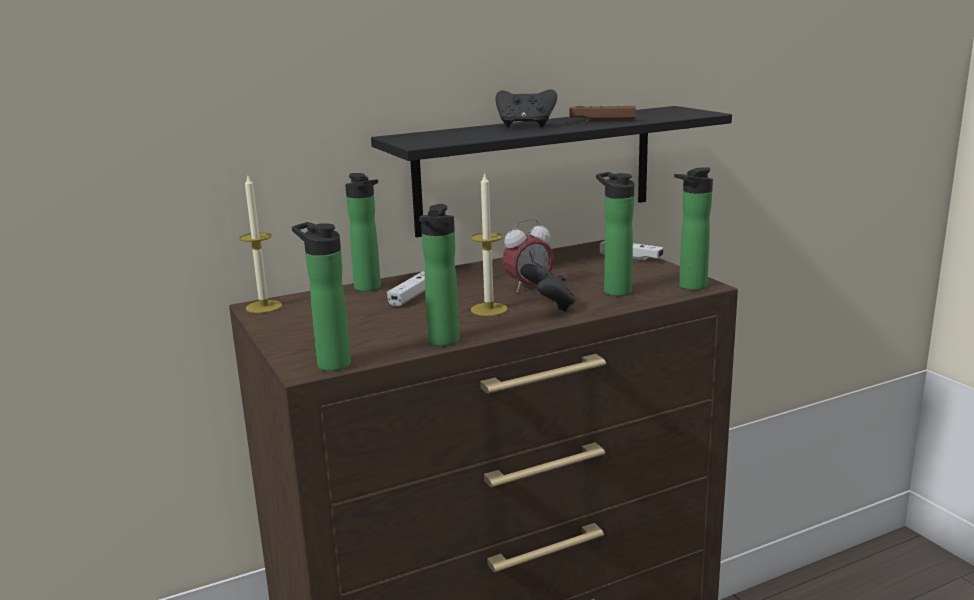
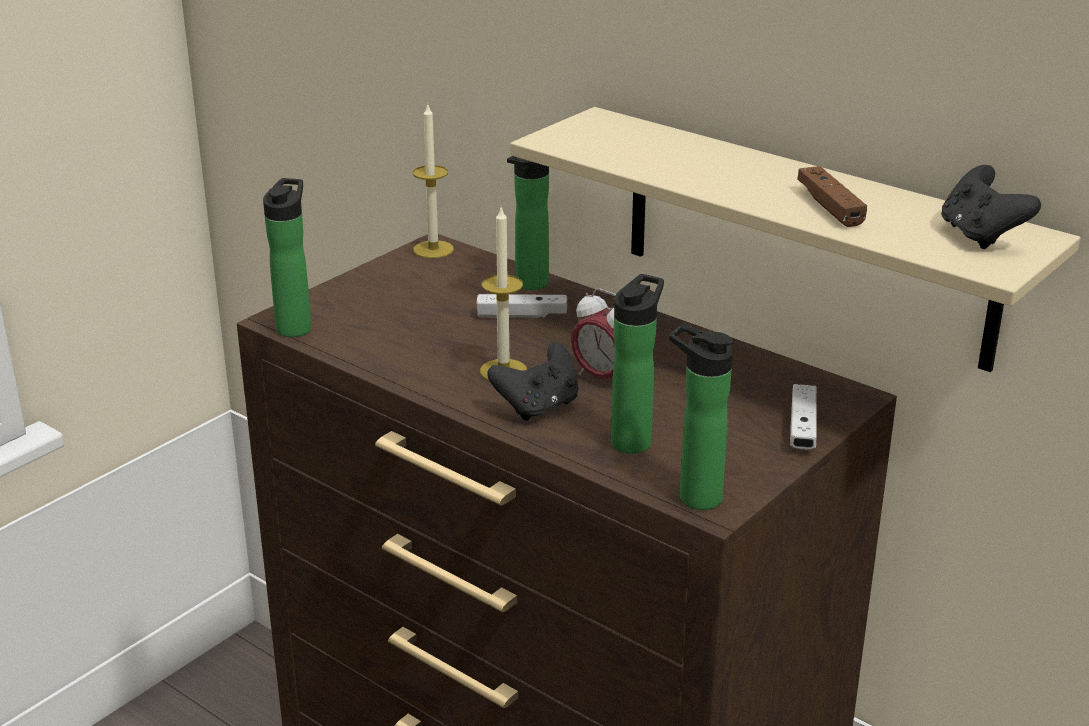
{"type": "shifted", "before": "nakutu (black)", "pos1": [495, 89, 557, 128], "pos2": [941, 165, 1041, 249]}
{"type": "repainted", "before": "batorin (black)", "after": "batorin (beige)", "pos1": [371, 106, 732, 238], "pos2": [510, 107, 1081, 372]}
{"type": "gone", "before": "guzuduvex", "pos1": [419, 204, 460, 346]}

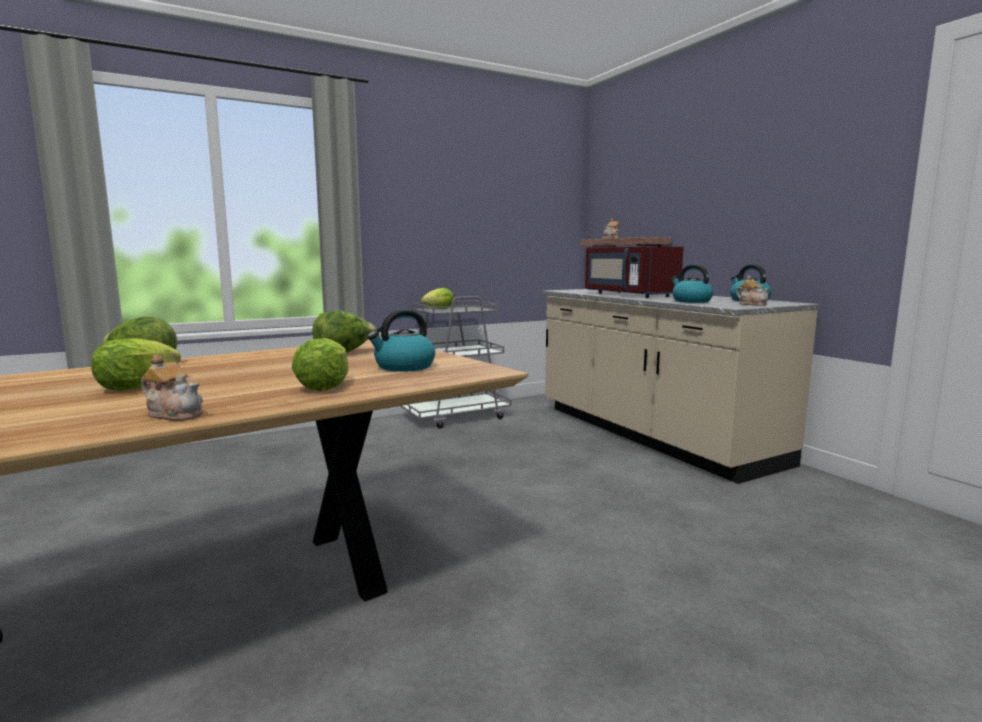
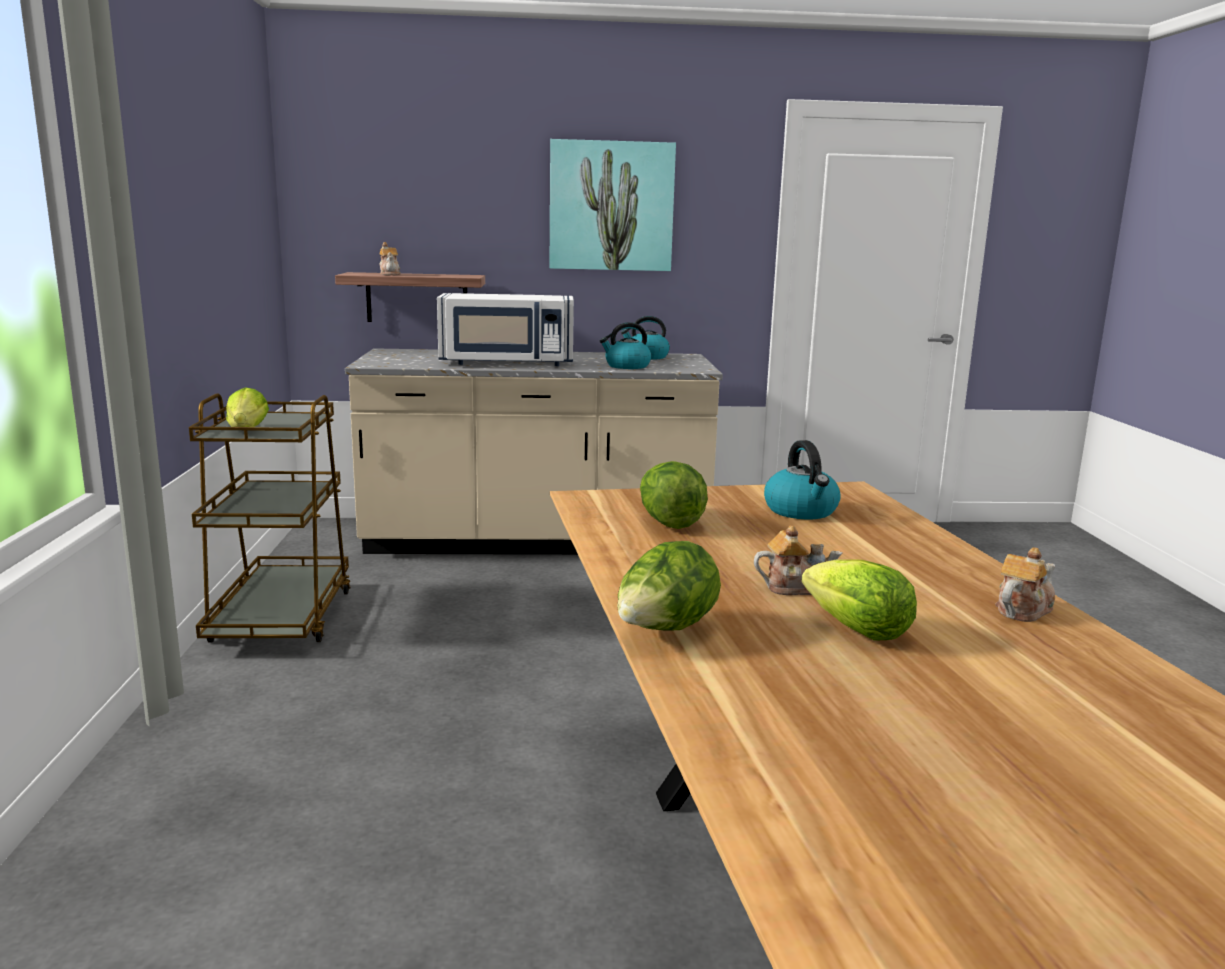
{"type": "repainted", "before": "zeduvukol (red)", "after": "zeduvukol (white)", "pos1": [585, 246, 684, 298], "pos2": [437, 293, 574, 366]}
{"type": "shifted", "before": "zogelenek", "pos1": [736, 275, 770, 306], "pos2": [754, 525, 843, 595]}
{"type": "repainted", "before": "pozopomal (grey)", "after": "pozopomal (brown)", "pos1": [401, 293, 512, 429], "pos2": [189, 393, 351, 643]}
{"type": "gone", "before": "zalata", "pos1": [292, 338, 349, 391]}
{"type": "new", "after": "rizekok", "pos2": [549, 139, 676, 271]}

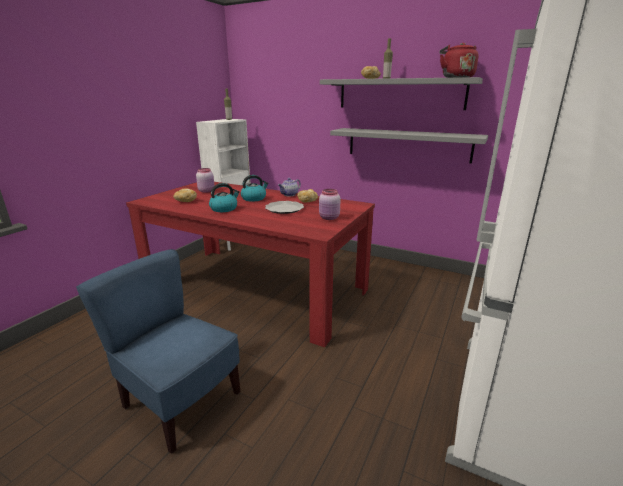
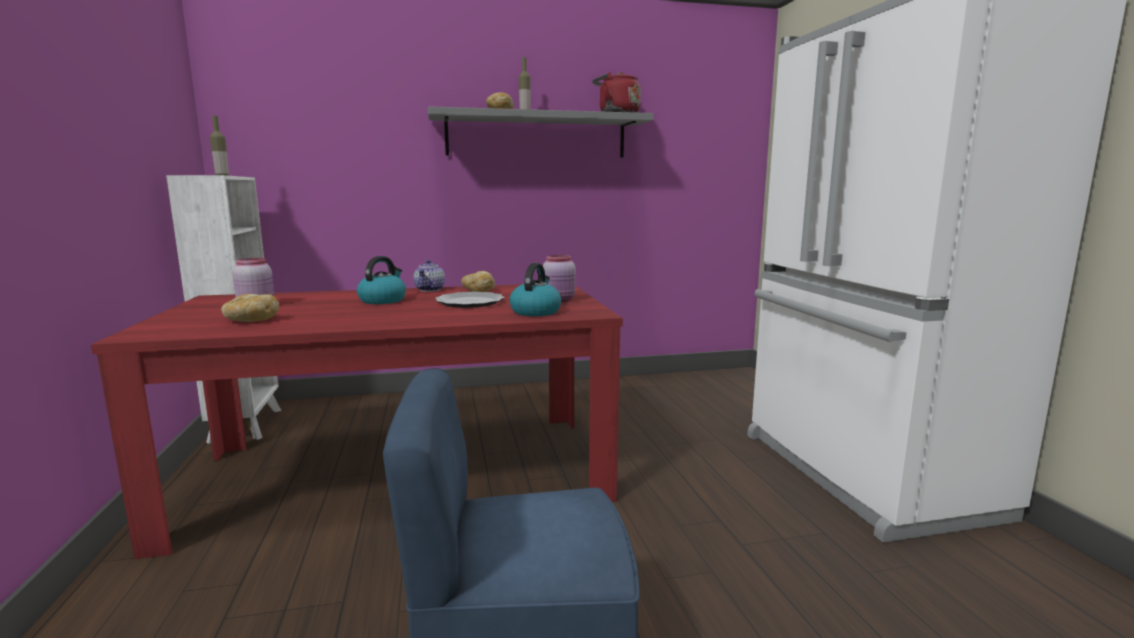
{"type": "gone", "before": "batorin (grey)", "pos1": [330, 128, 488, 163]}
{"type": "shifted", "before": "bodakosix", "pos1": [209, 183, 240, 212], "pos2": [510, 263, 561, 316]}

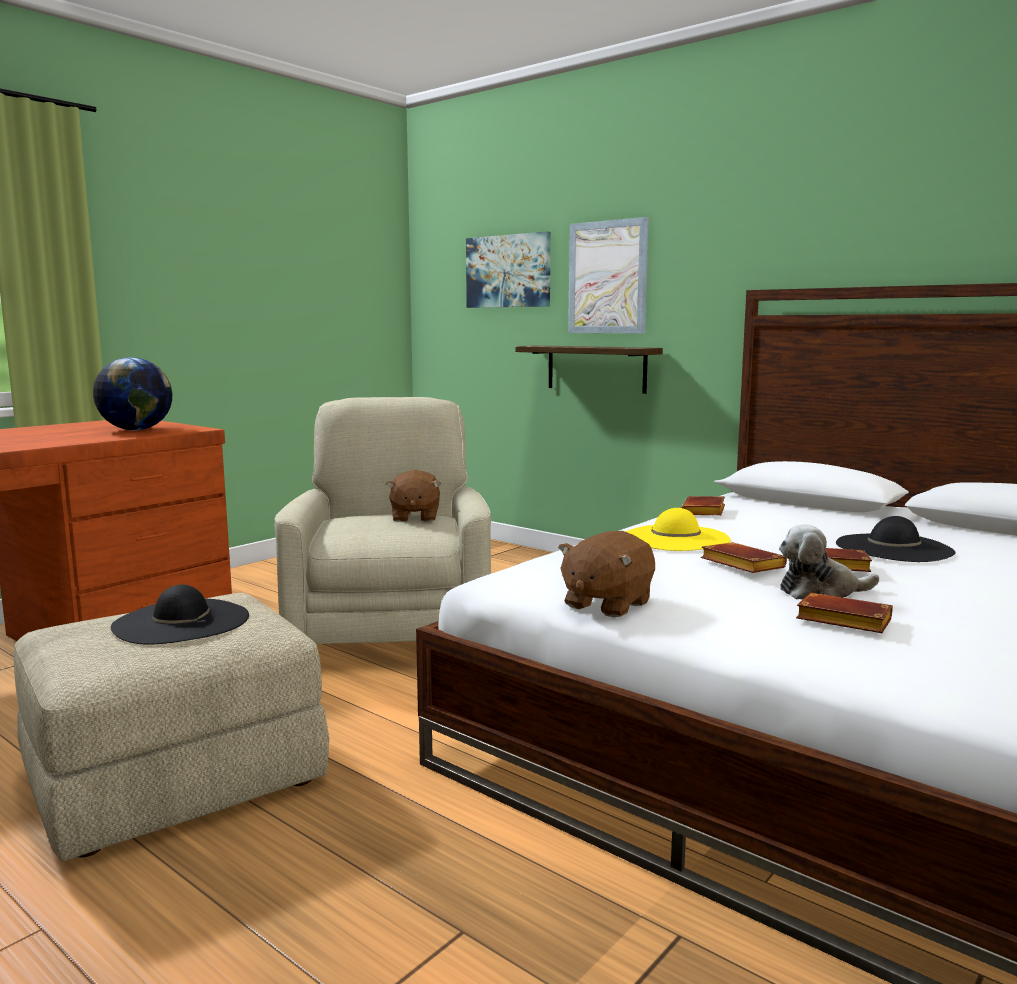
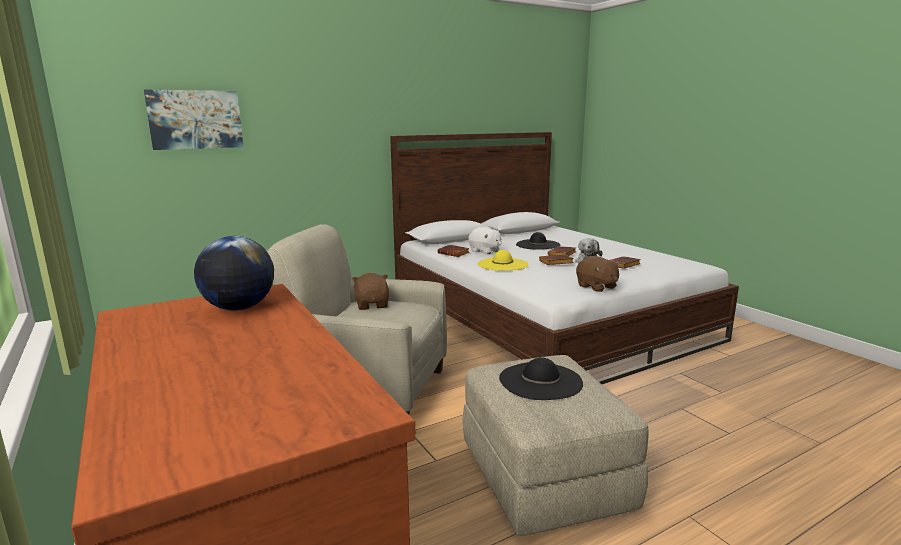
{"type": "gone", "before": "rizekok", "pos1": [568, 217, 649, 333]}
{"type": "gone", "before": "batorin", "pos1": [515, 345, 663, 394]}
{"type": "rotated", "before": "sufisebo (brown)", "pos1": [386, 470, 441, 522], "pos2": [351, 273, 389, 310], "turn": -120}
{"type": "new", "after": "sufisebo (white)", "pos2": [468, 227, 502, 254]}

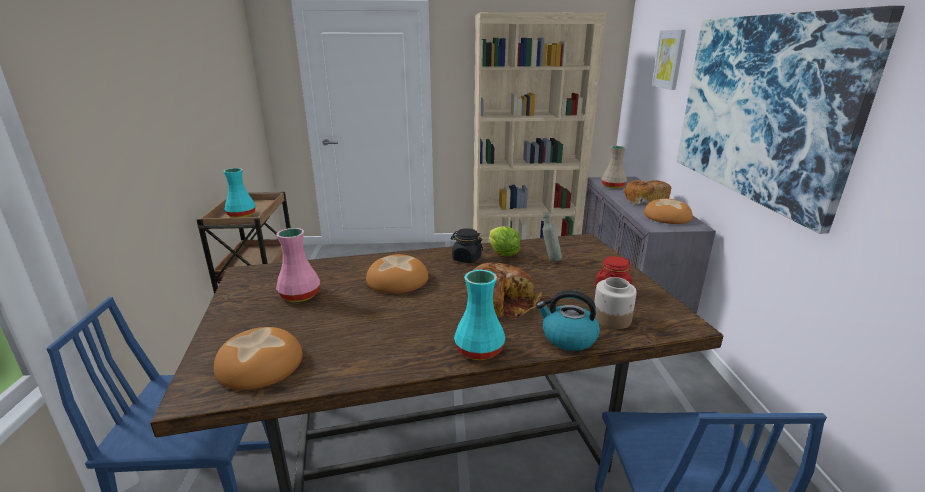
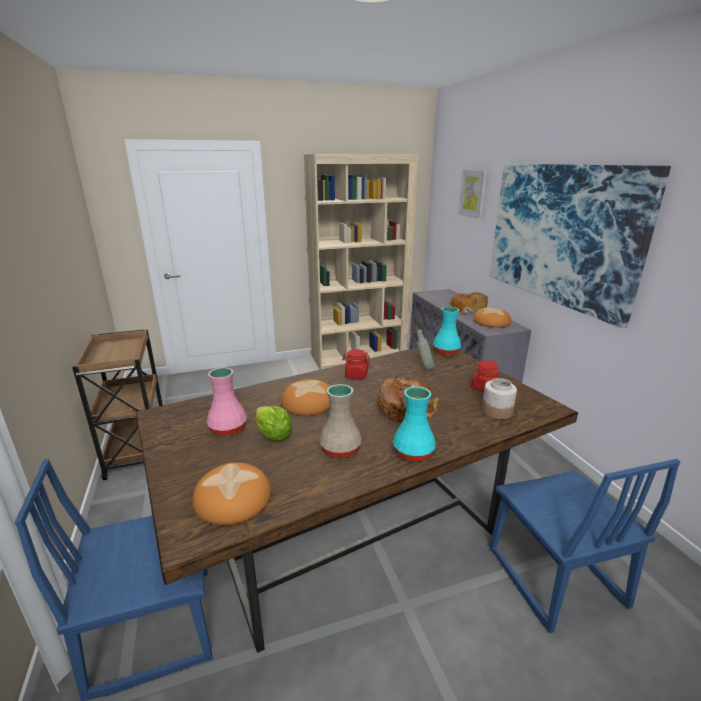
{"type": "shifted", "before": "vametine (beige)", "pos1": [601, 146, 627, 188], "pos2": [319, 384, 362, 459]}
{"type": "shifted", "before": "vametine (turquoise)", "pos1": [223, 168, 256, 218], "pos2": [433, 307, 461, 356]}
{"type": "shifted", "before": "zalata", "pos1": [489, 226, 520, 256], "pos2": [256, 406, 292, 441]}
{"type": "repainted", "before": "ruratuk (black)", "after": "ruratuk (red)", "pos1": [451, 228, 483, 263], "pos2": [342, 349, 371, 379]}
{"type": "gone", "before": "bodakosix", "pos1": [536, 290, 600, 351]}

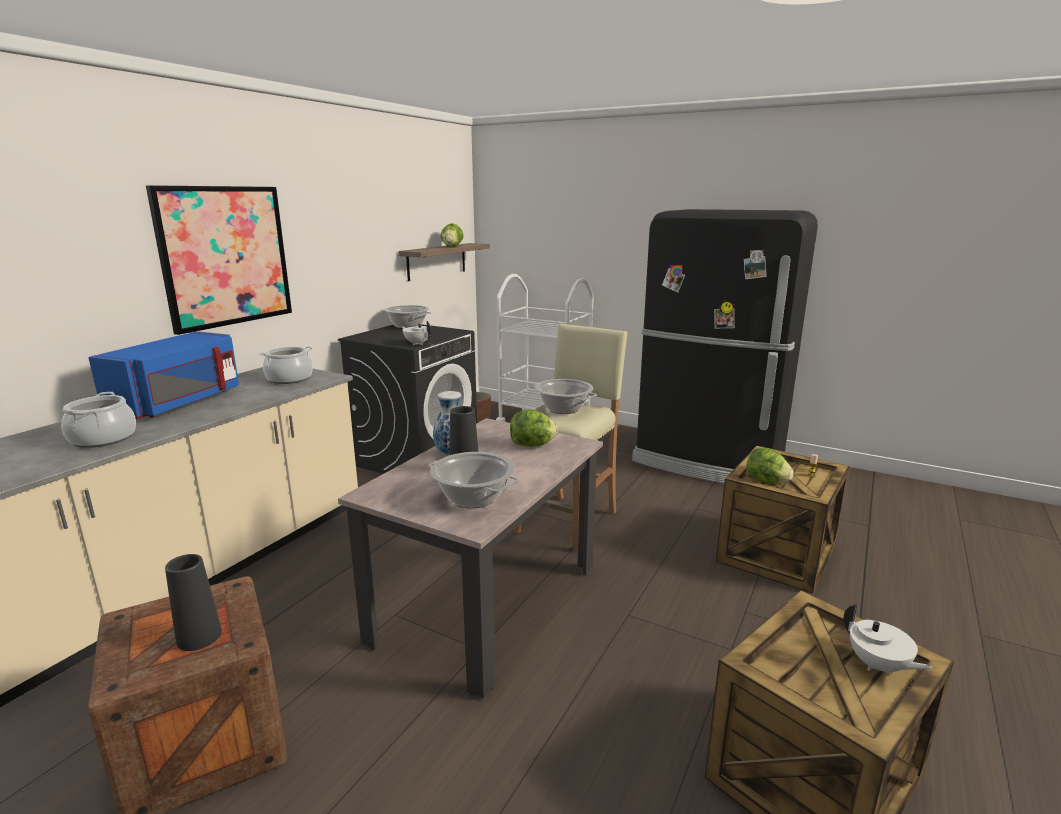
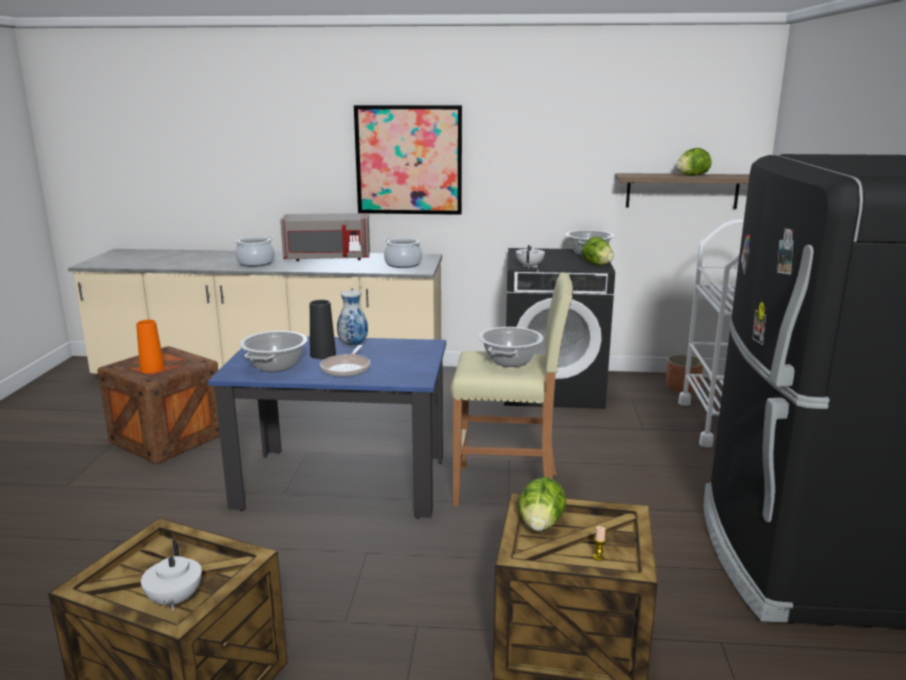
{"type": "repainted", "before": "zeduvukol (blue)", "after": "zeduvukol (grey)", "pos1": [88, 331, 239, 419], "pos2": [280, 213, 370, 261]}
{"type": "shifted", "before": "zalata", "pos1": [510, 409, 558, 446], "pos2": [582, 237, 614, 266]}
{"type": "repainted", "before": "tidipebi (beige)", "after": "tidipebi (blue)", "pos1": [338, 418, 603, 699], "pos2": [208, 336, 446, 519]}
{"type": "repainted", "before": "vametine (black)", "after": "vametine (orange)", "pos1": [165, 554, 222, 651], "pos2": [136, 320, 165, 373]}
{"type": "rotated", "before": "zogelenek (white)", "pos1": [844, 604, 932, 675], "pos2": [141, 540, 202, 610], "turn": -45}
{"type": "new", "after": "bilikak", "pos2": [320, 345, 370, 377]}

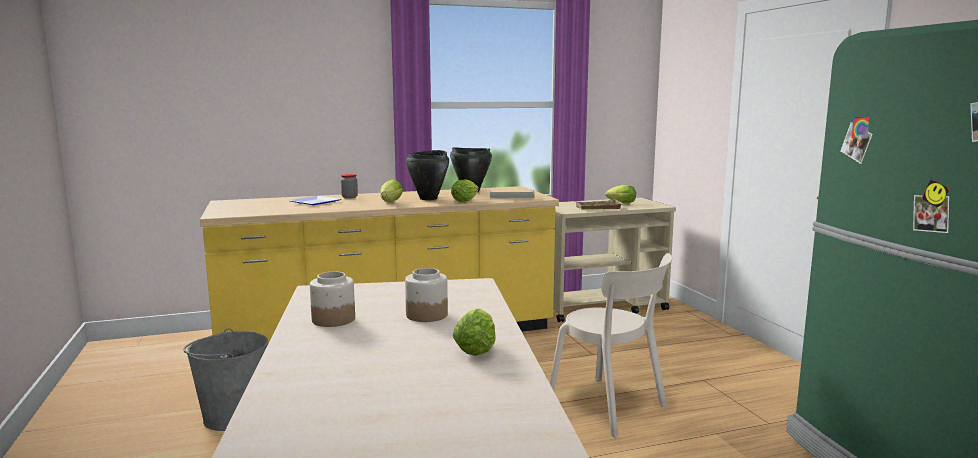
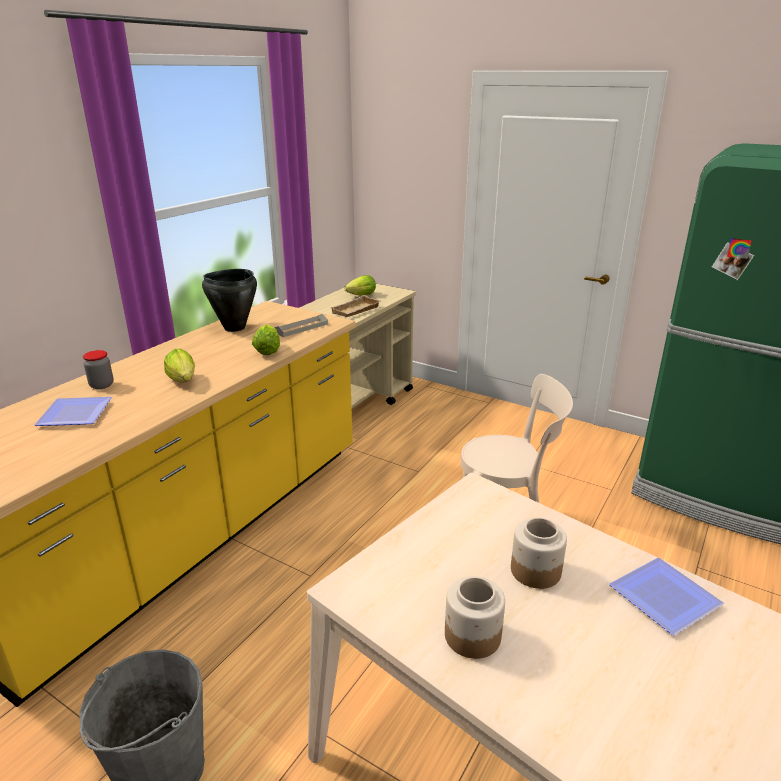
{"type": "gone", "before": "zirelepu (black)", "pos1": [406, 150, 449, 200]}
{"type": "swapped", "before": "zalata", "after": "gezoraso", "pos1": [452, 308, 496, 356], "pos2": [609, 558, 724, 635]}

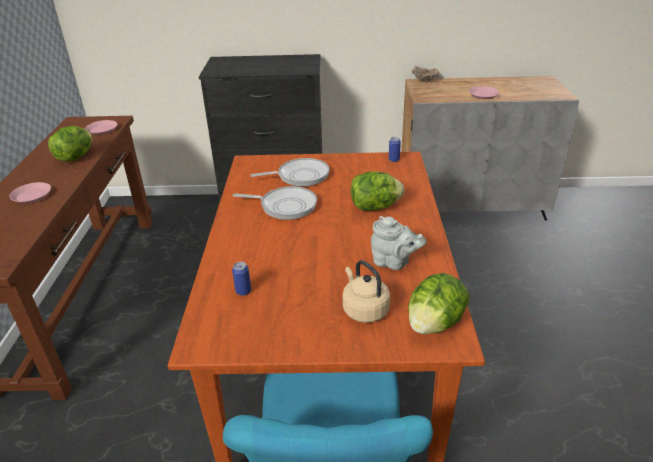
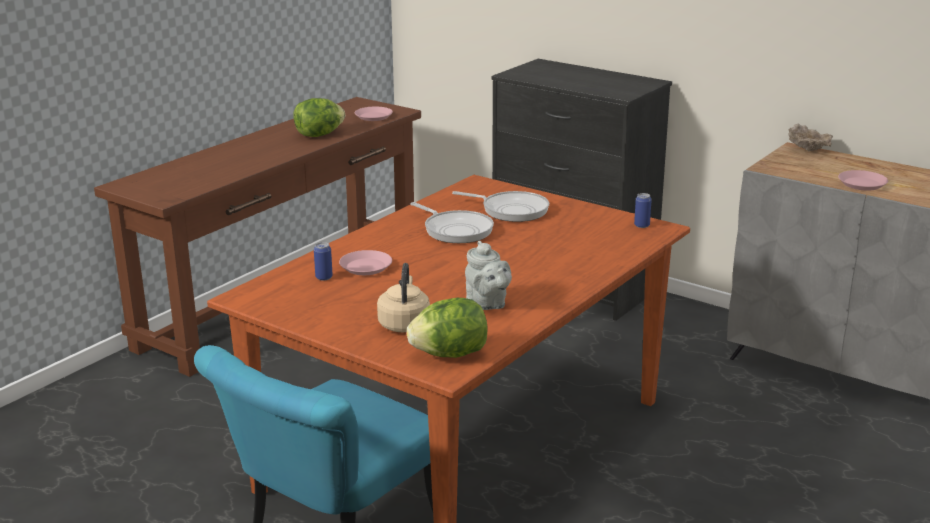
{"type": "gone", "before": "zalata", "pos1": [351, 171, 404, 211]}
{"type": "shifted", "before": "gezoraso (pink)", "pos1": [9, 182, 51, 203], "pos2": [339, 250, 392, 275]}

